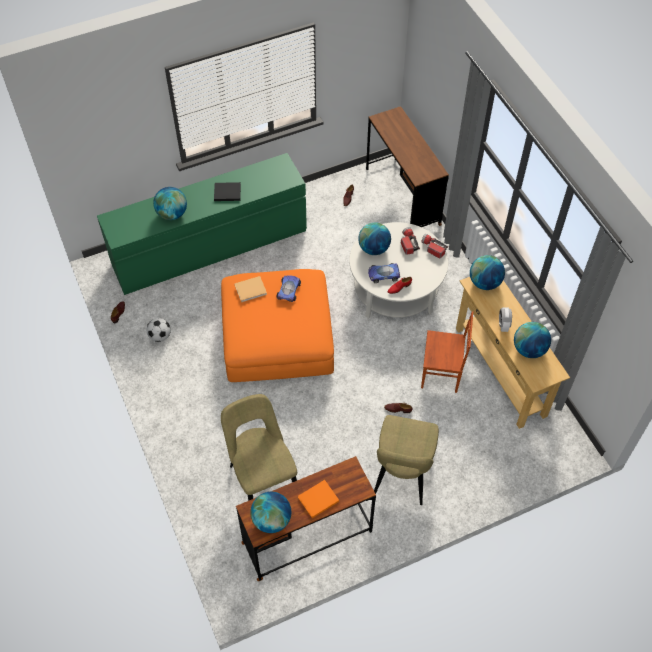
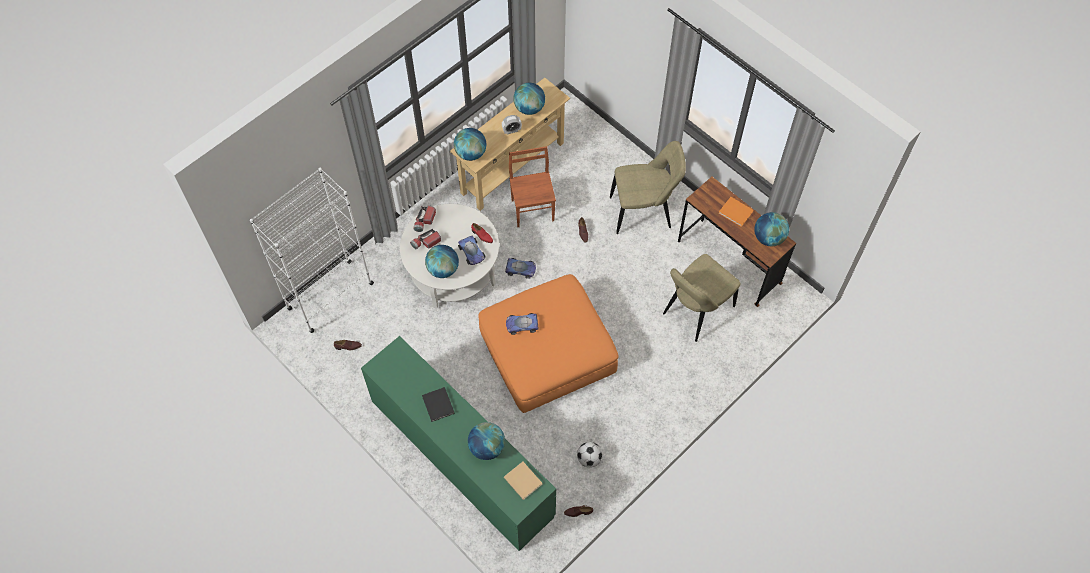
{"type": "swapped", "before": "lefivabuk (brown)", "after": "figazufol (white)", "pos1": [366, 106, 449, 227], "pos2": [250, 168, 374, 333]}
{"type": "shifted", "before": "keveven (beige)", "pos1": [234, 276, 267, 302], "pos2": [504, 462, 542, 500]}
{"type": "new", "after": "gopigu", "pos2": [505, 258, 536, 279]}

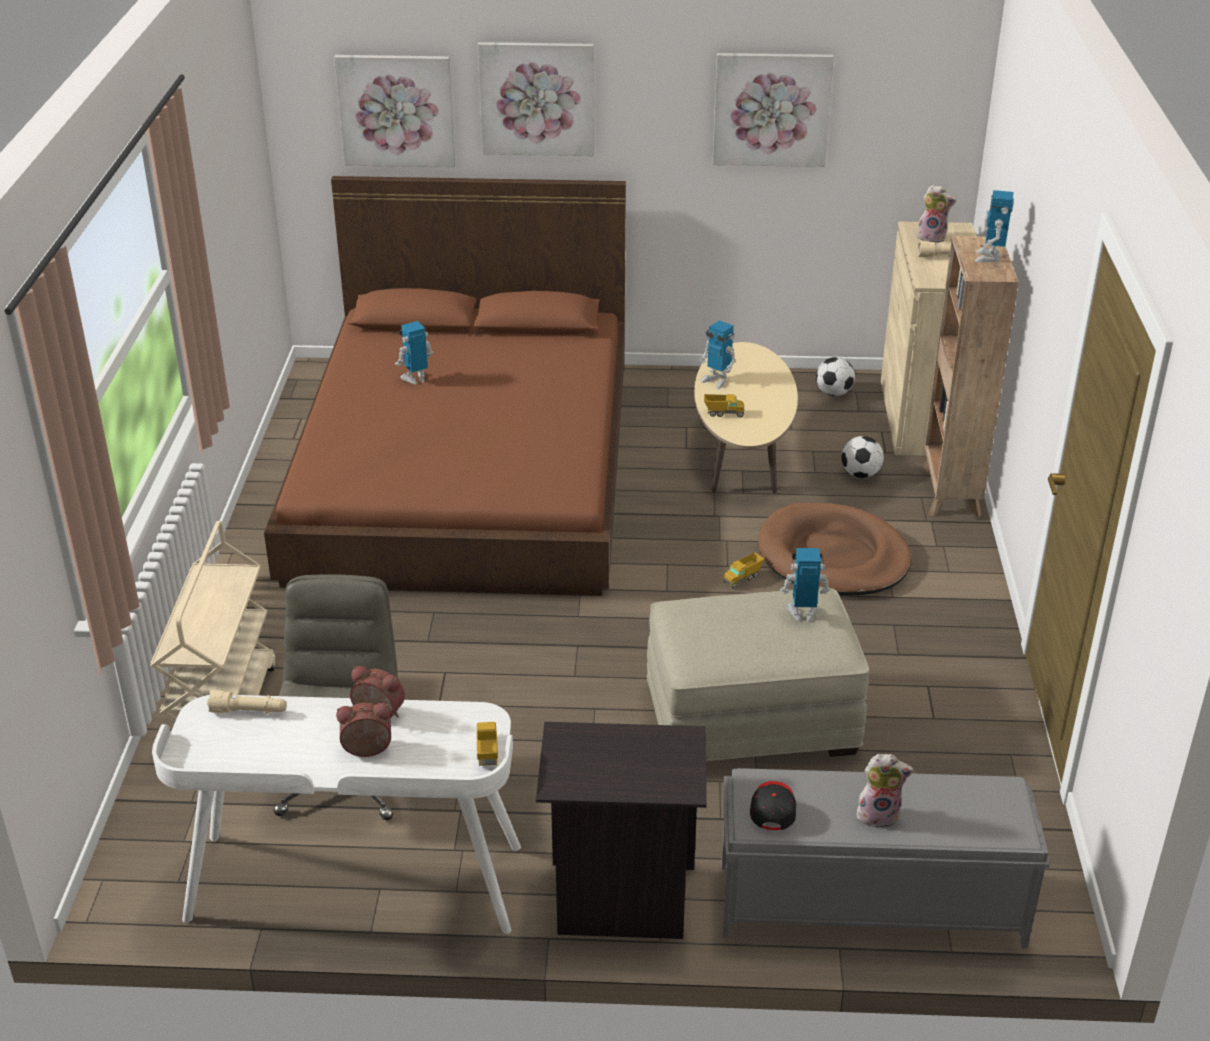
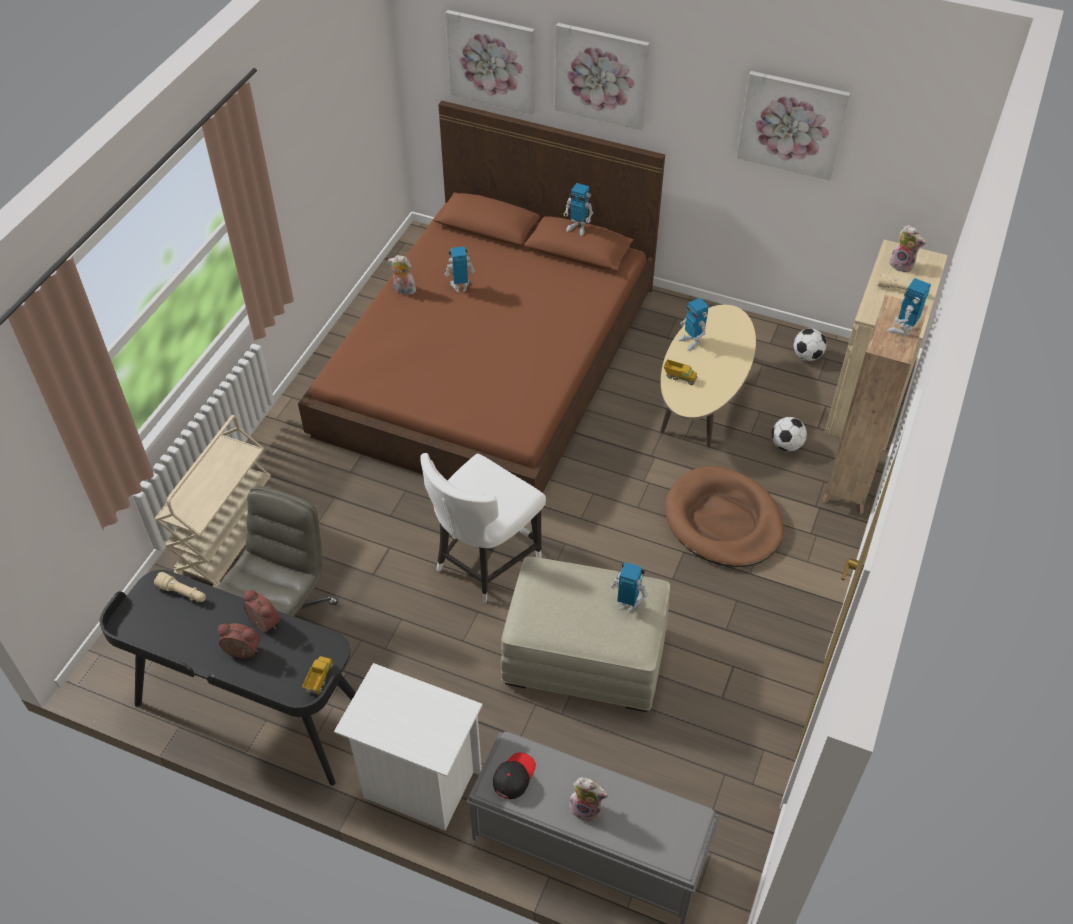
{"type": "gone", "before": "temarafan", "pos1": [723, 552, 765, 589]}
{"type": "repainted", "before": "lefivabuk (white)", "after": "lefivabuk (black)", "pos1": [152, 695, 521, 934], "pos2": [99, 570, 356, 786]}
{"type": "repainted", "before": "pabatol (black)", "after": "pabatol (white)", "pos1": [536, 722, 707, 939], "pos2": [334, 663, 483, 831]}
{"type": "new", "after": "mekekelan", "pos2": [564, 183, 593, 236]}
{"type": "new", "after": "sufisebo", "pos2": [388, 255, 416, 295]}
{"type": "new", "after": "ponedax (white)", "pos2": [420, 453, 546, 603]}

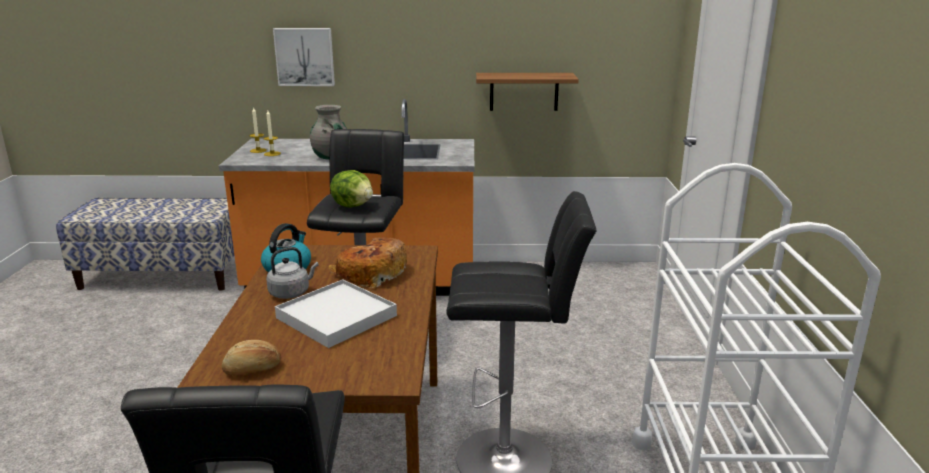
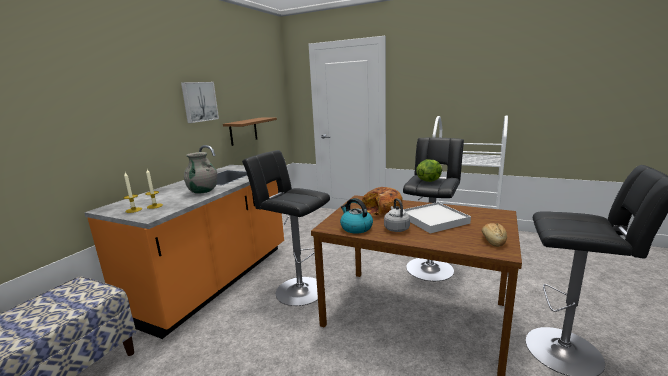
{"type": "shifted", "before": "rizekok", "pos1": [273, 28, 335, 86], "pos2": [181, 82, 219, 123]}
{"type": "shifted", "before": "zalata", "pos1": [330, 170, 373, 207], "pos2": [416, 160, 443, 182]}

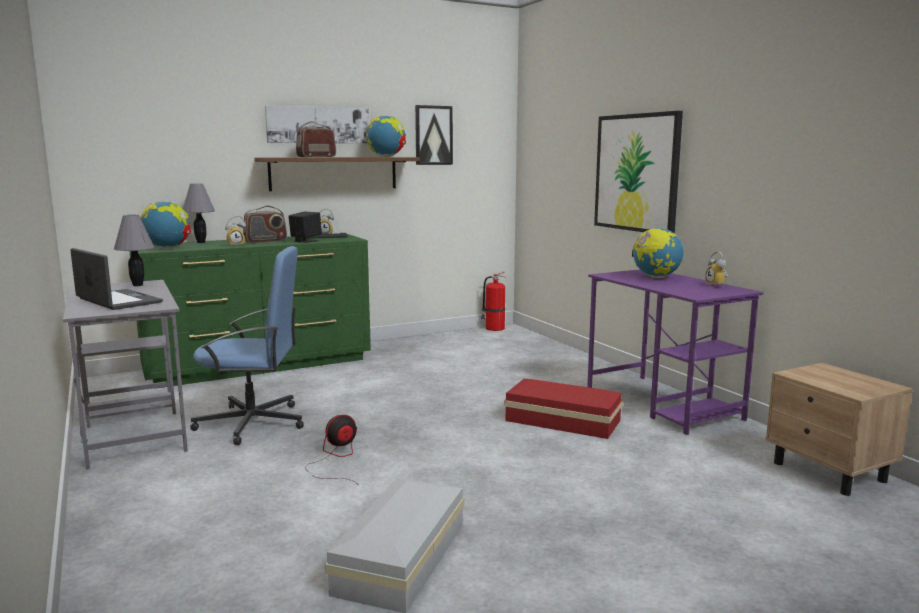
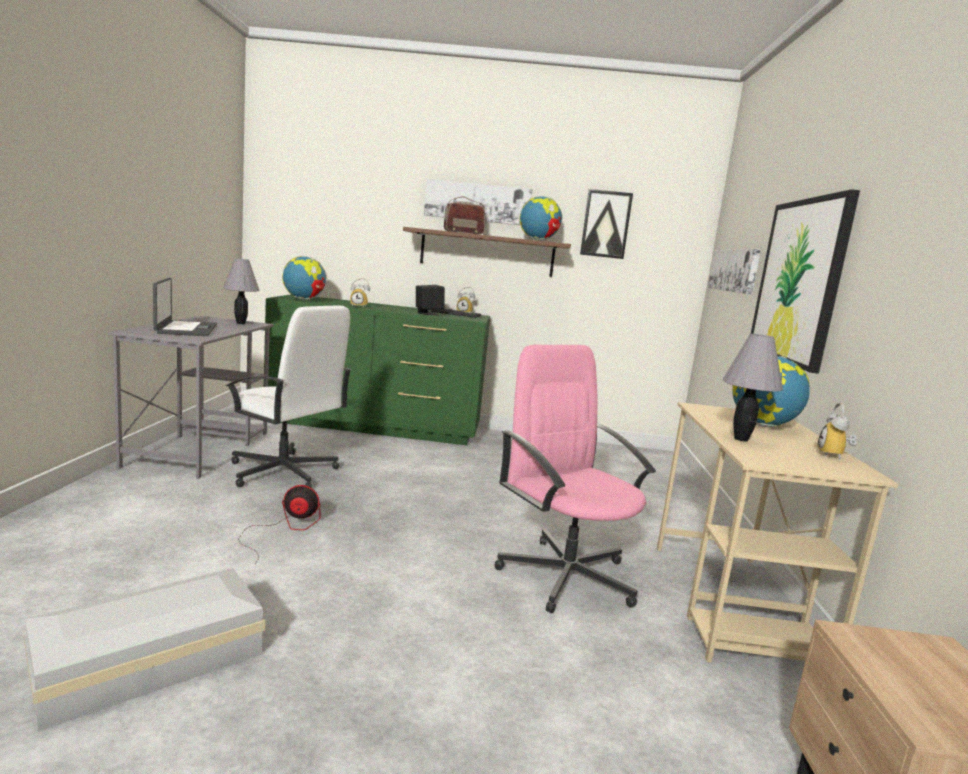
{"type": "shifted", "before": "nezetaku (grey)", "pos1": [183, 183, 215, 243], "pos2": [723, 334, 783, 442]}
{"type": "gone", "before": "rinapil", "pos1": [243, 205, 287, 243]}
{"type": "repainted", "before": "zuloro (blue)", "after": "zuloro (white)", "pos1": [191, 246, 304, 445], "pos2": [226, 306, 352, 488]}
{"type": "repainted", "before": "lefivabuk (purple)", "after": "lefivabuk (beige)", "pos1": [587, 269, 763, 435], "pos2": [657, 402, 898, 663]}
{"type": "gone", "before": "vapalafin", "pos1": [481, 271, 506, 331]}
{"type": "swapped", "before": "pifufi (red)", "after": "zuloro (pink)", "pos1": [504, 379, 623, 439], "pos2": [494, 345, 656, 613]}
{"type": "new", "after": "rizekok", "pos2": [708, 249, 761, 295]}

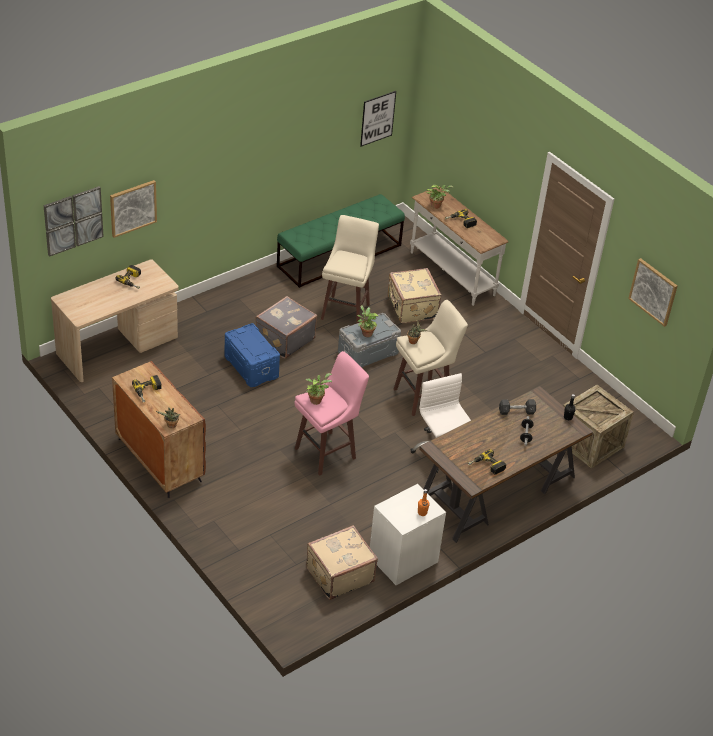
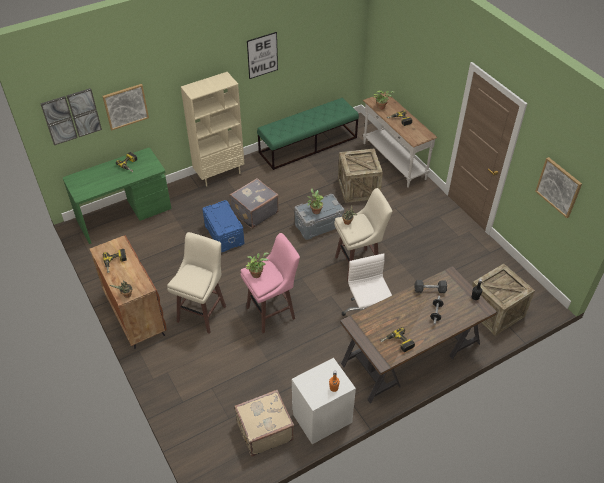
{"type": "shifted", "before": "rizekok", "pos1": [360, 91, 396, 147], "pos2": [247, 32, 278, 79]}
{"type": "shifted", "before": "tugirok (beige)", "pos1": [321, 215, 379, 323], "pos2": [167, 232, 226, 334]}
{"type": "repainted", "before": "lefivabuk (beige)", "after": "lefivabuk (green)", "pos1": [51, 259, 179, 382], "pos2": [63, 148, 172, 244]}
{"type": "swapped", "before": "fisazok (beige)", "after": "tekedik", "pos1": [388, 268, 441, 323], "pos2": [338, 149, 383, 203]}
{"type": "new", "after": "figazufol (beige)", "pos2": [181, 72, 244, 187]}

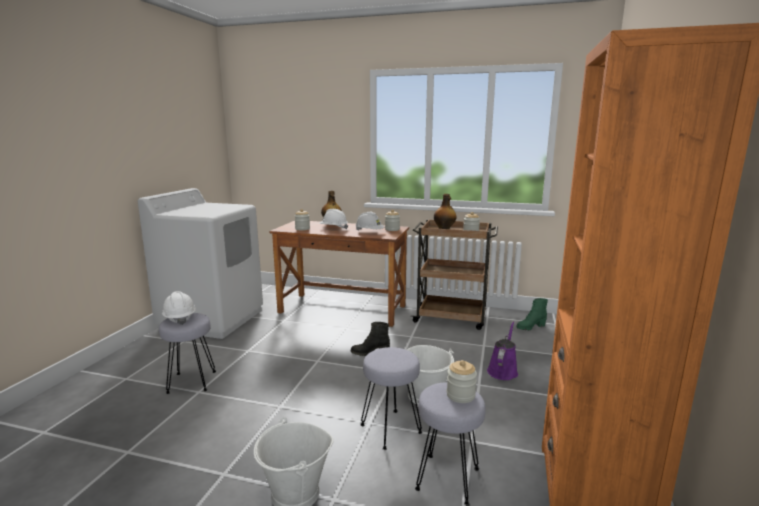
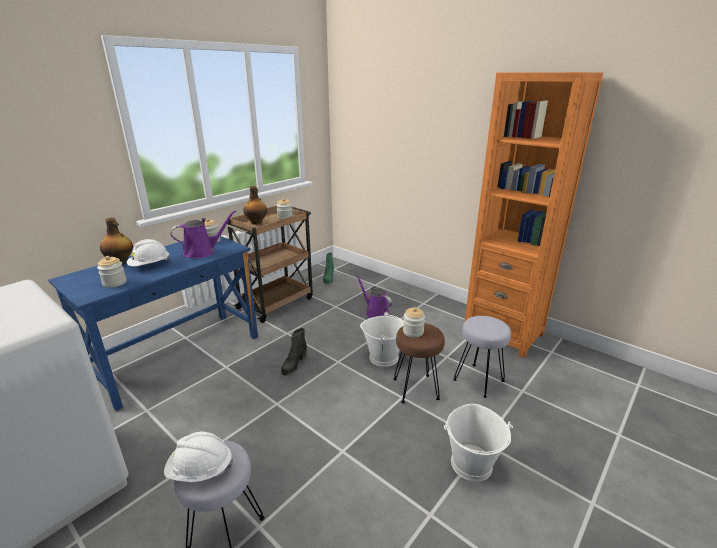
{"type": "swapped", "before": "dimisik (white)", "after": "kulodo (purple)", "pos1": [355, 212, 385, 231], "pos2": [170, 210, 236, 258]}
{"type": "repainted", "before": "lefivabuk (brown)", "after": "lefivabuk (blue)", "pos1": [269, 221, 409, 327], "pos2": [48, 236, 258, 411]}
{"type": "repainted", "before": "tugirok (grey)", "after": "tugirok (brown)", "pos1": [360, 347, 422, 450], "pos2": [393, 323, 445, 403]}
{"type": "shifted", "before": "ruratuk", "pos1": [447, 360, 477, 403], "pos2": [403, 307, 425, 338]}

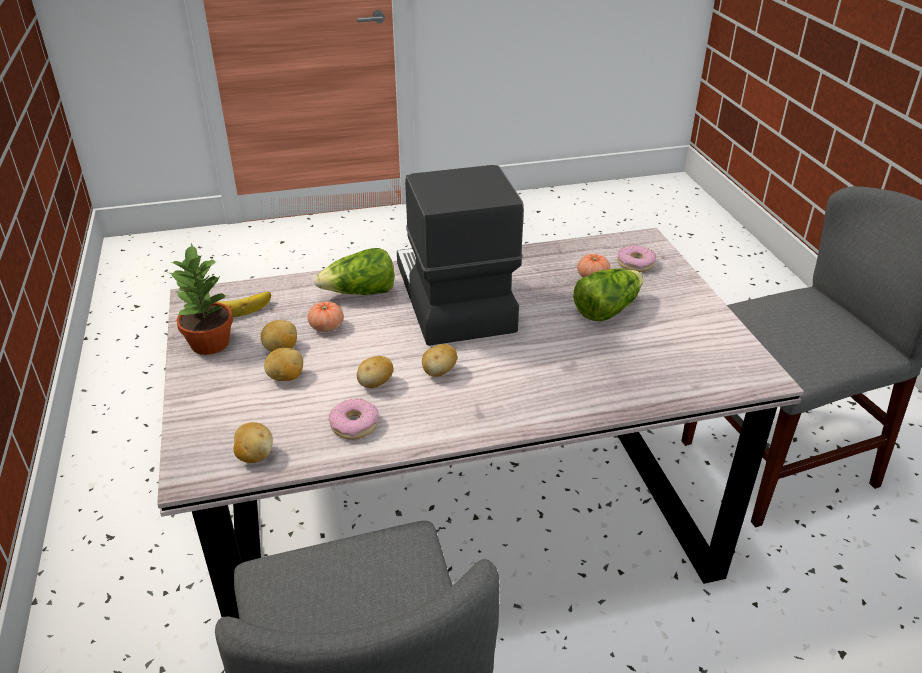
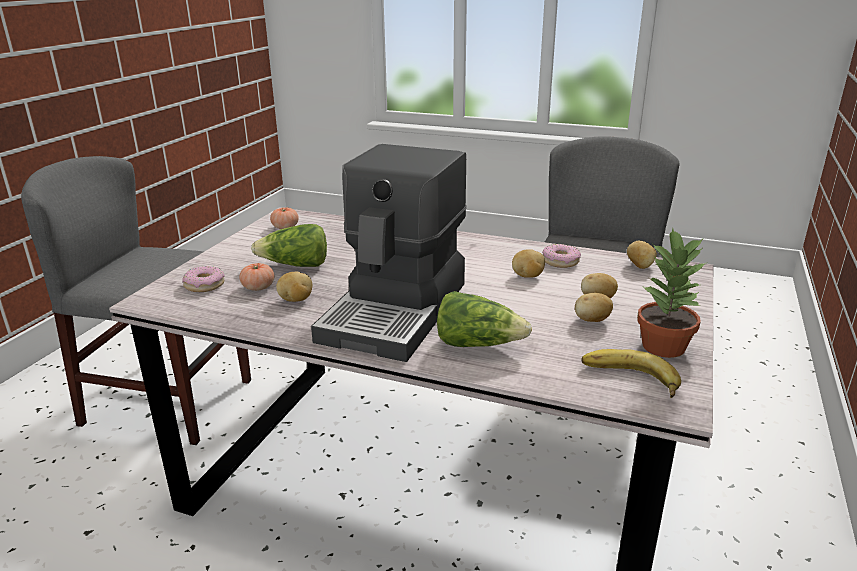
{"type": "shifted", "before": "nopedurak", "pos1": [307, 302, 344, 332], "pos2": [270, 207, 299, 229]}
{"type": "shifted", "before": "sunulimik", "pos1": [422, 344, 457, 377], "pos2": [276, 272, 312, 302]}

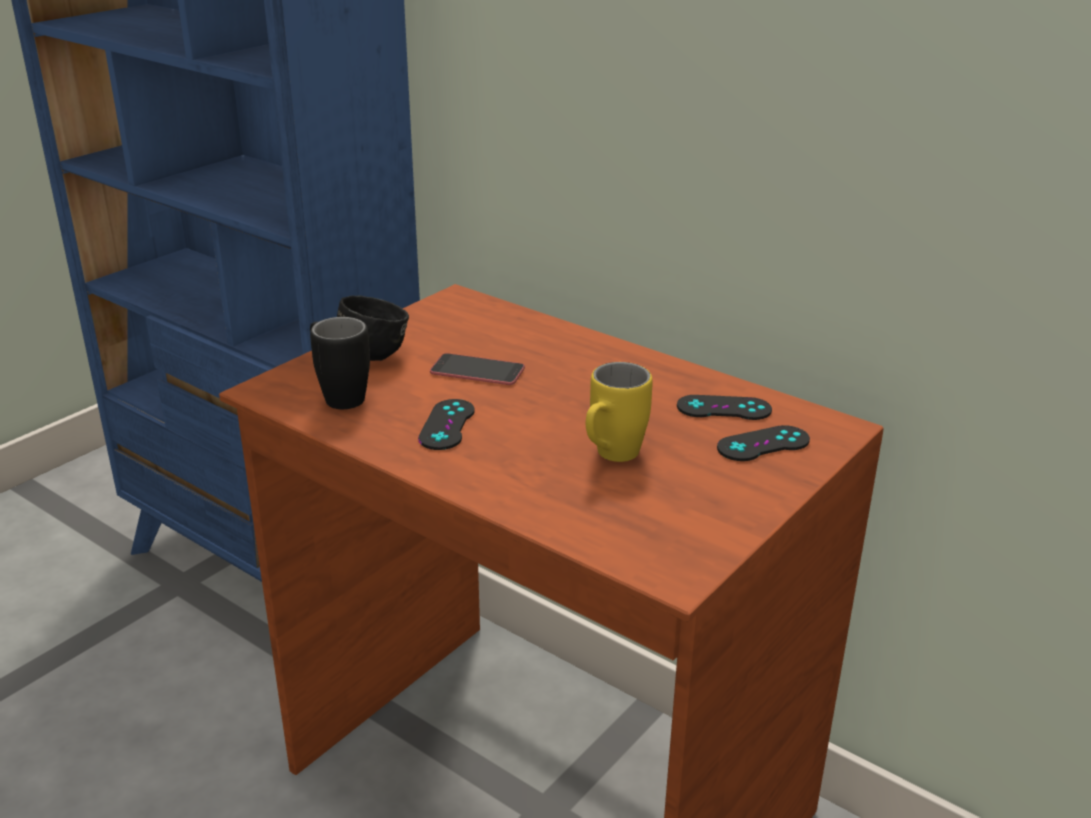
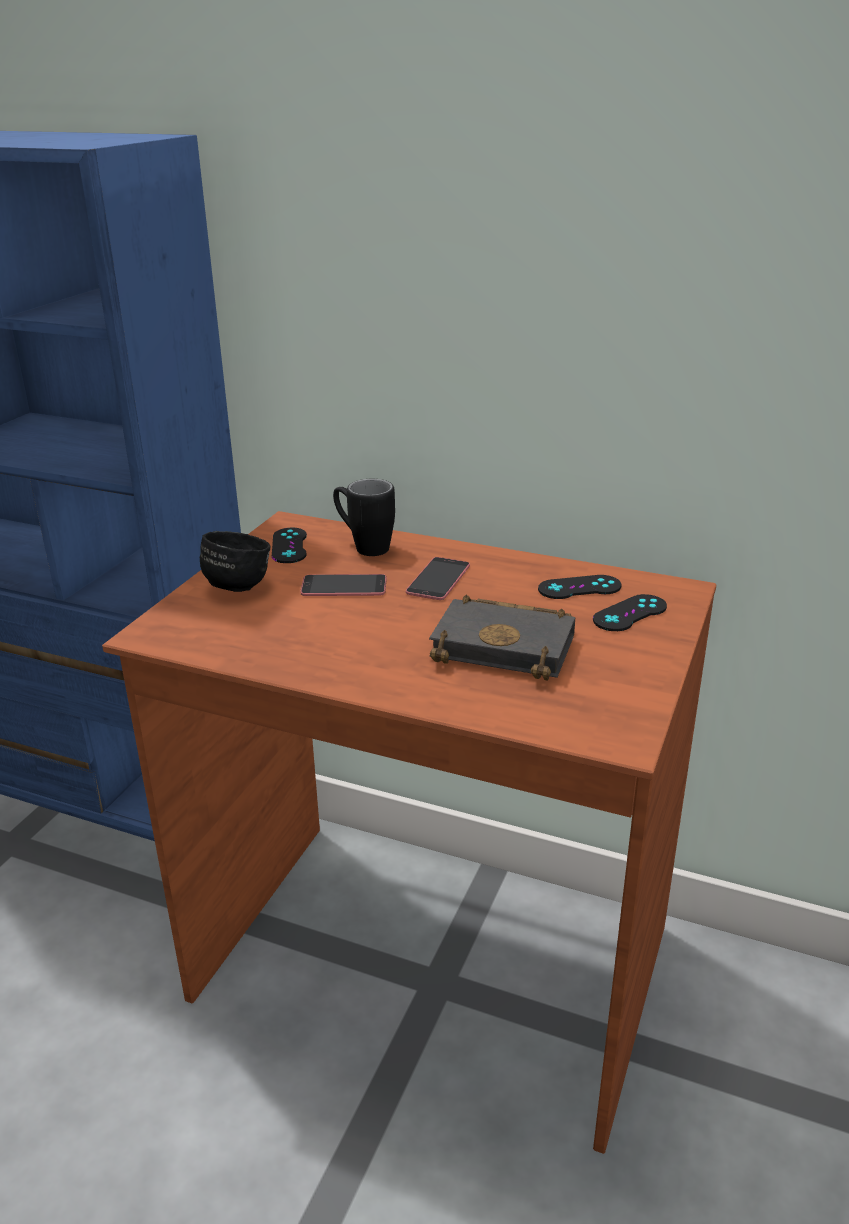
{"type": "shifted", "before": "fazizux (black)", "pos1": [310, 317, 370, 409], "pos2": [333, 479, 395, 556]}
{"type": "swapped", "before": "fazizux (yellow)", "after": "keveven (black)", "pos1": [586, 362, 652, 462], "pos2": [429, 595, 575, 681]}
{"type": "shifted", "before": "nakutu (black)", "pos1": [418, 399, 475, 450], "pos2": [272, 528, 307, 563]}
{"type": "new", "after": "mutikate", "pos2": [406, 557, 470, 600]}

